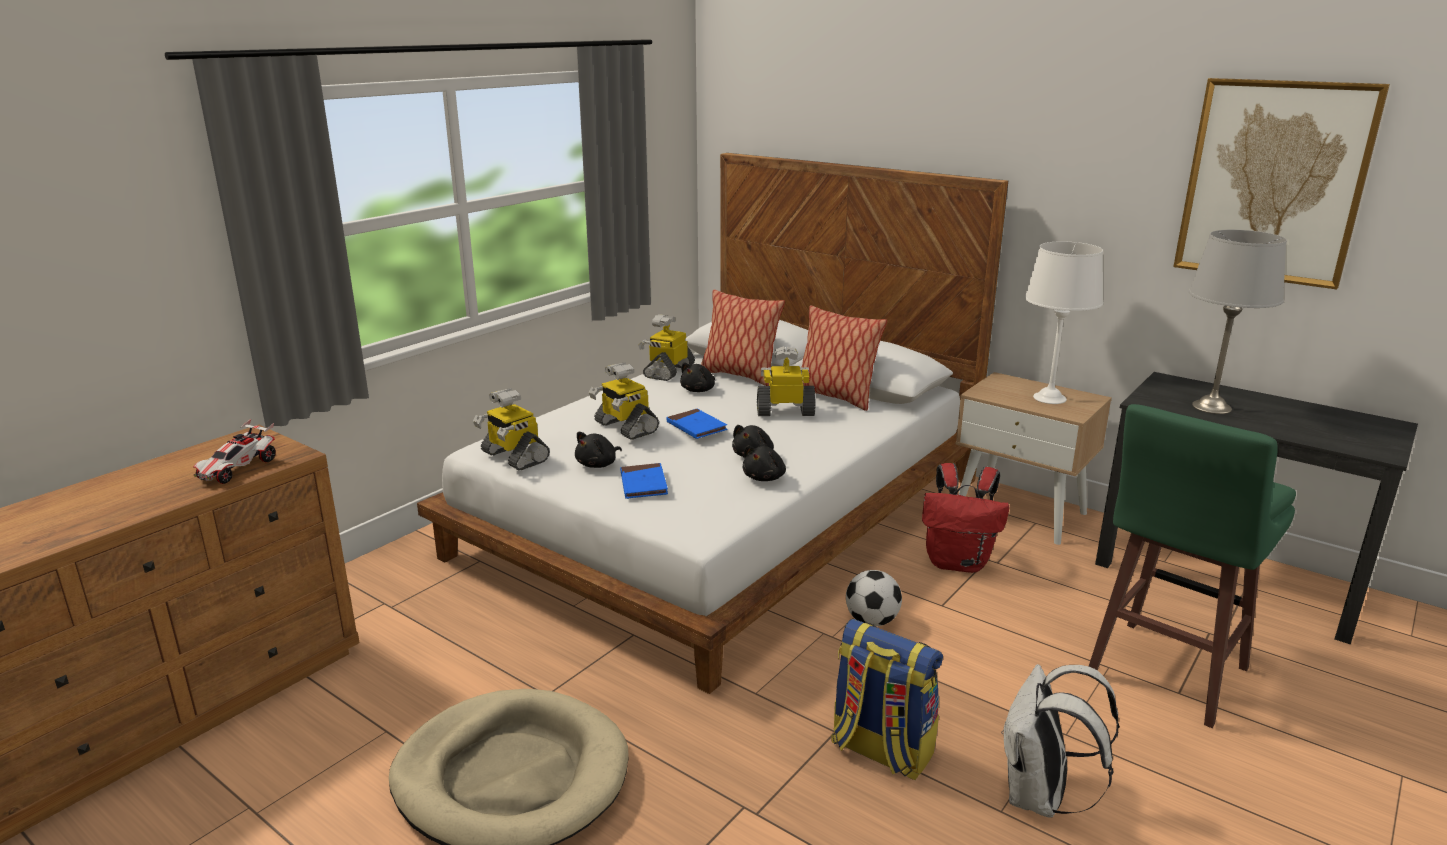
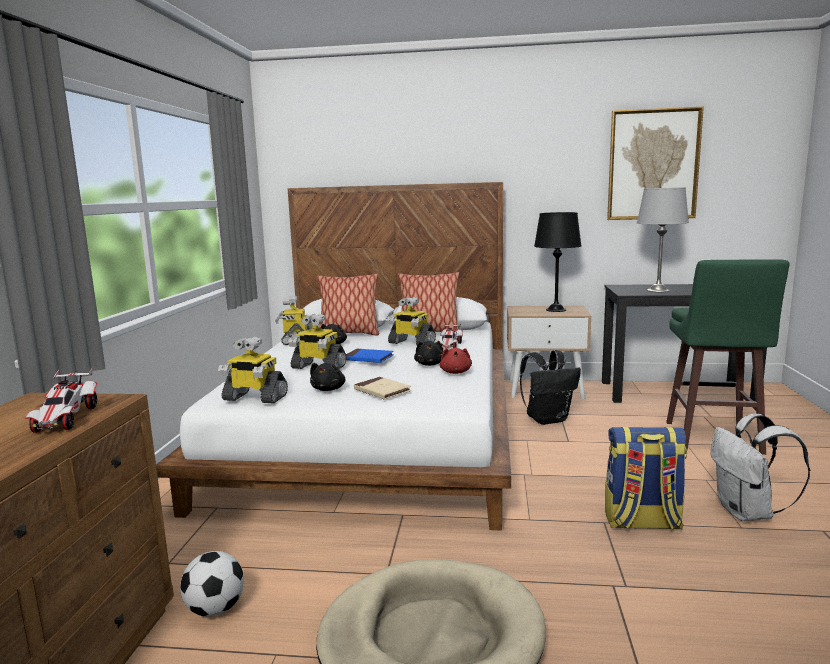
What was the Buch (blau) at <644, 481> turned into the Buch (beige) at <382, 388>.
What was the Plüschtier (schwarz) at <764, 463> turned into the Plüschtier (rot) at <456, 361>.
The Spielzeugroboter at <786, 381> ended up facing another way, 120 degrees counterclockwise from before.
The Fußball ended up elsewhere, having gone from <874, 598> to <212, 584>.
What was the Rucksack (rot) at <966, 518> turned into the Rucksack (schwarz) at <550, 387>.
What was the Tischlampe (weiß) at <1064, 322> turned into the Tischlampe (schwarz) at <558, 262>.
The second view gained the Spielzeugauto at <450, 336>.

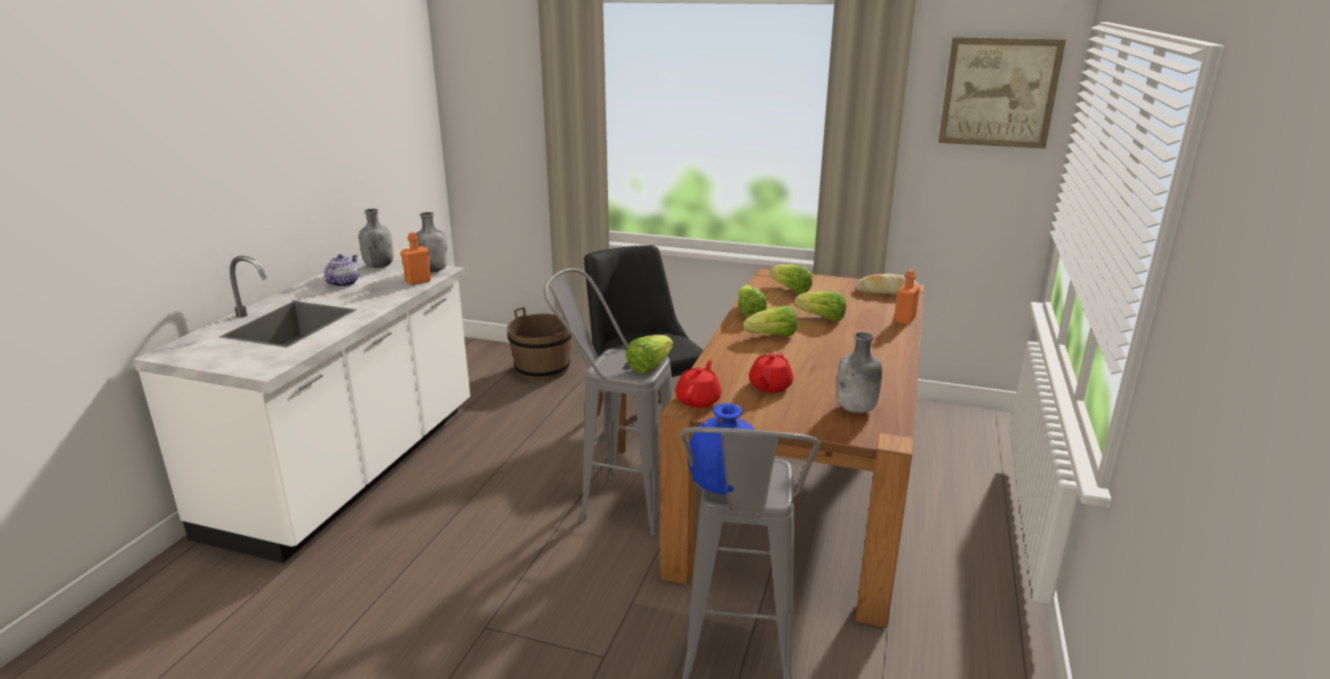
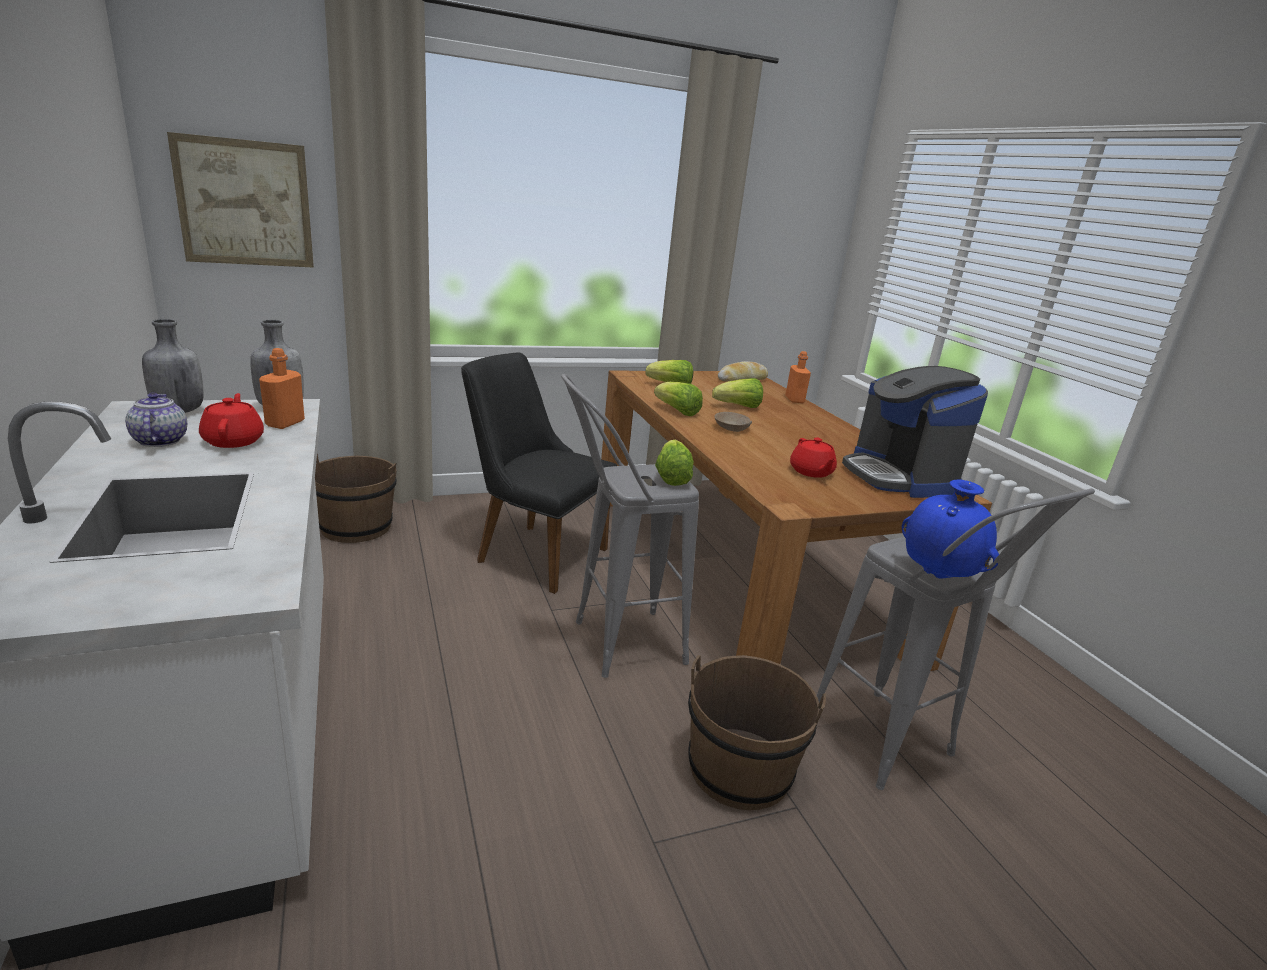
The Teekanne (rot) ended up elsewhere, having gone from <698, 384> to <231, 420>.
Where the Salatkopf stood at <770, 320>, the Schüssel (beige) came to stand at <733, 422>.
Where the Flasche (grau) stood at <859, 372>, the Kaffeemaschine came to stand at <915, 432>.
The Bild ended up elsewhere, having gone from <1002, 92> to <240, 199>.
The second view gained the Eimer (braun) at <757, 732>.

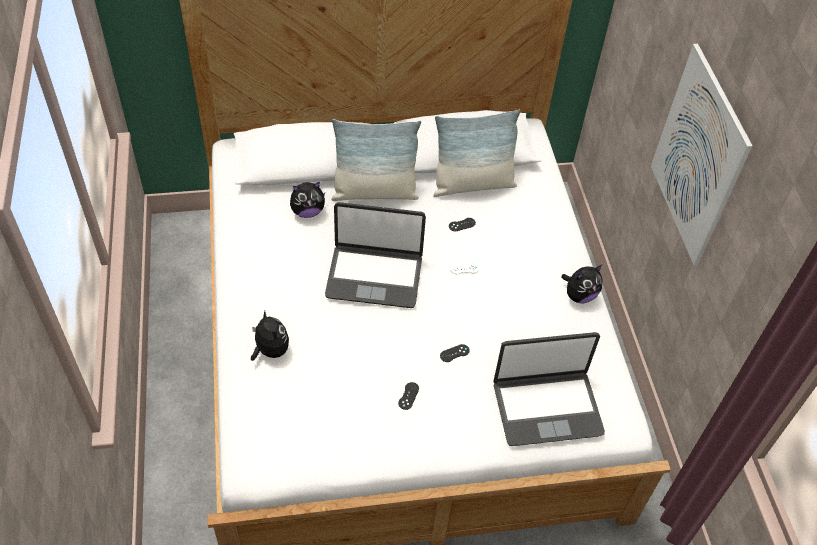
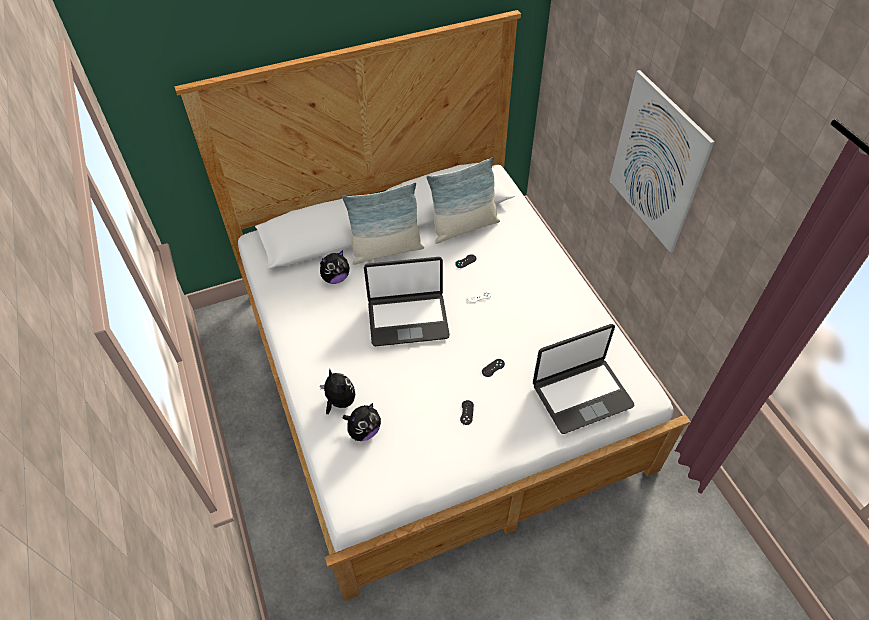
The Plüschtier ended up elsewhere, having gone from <582, 284> to <362, 422>.

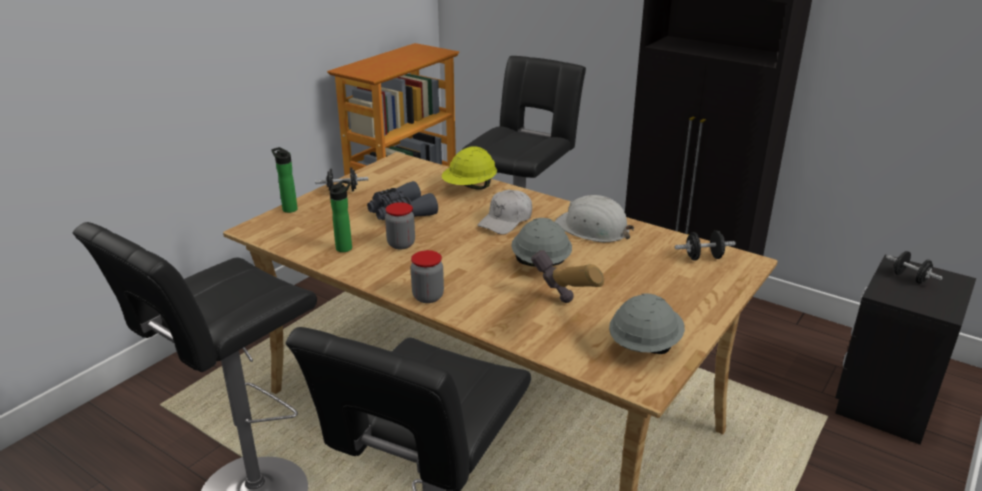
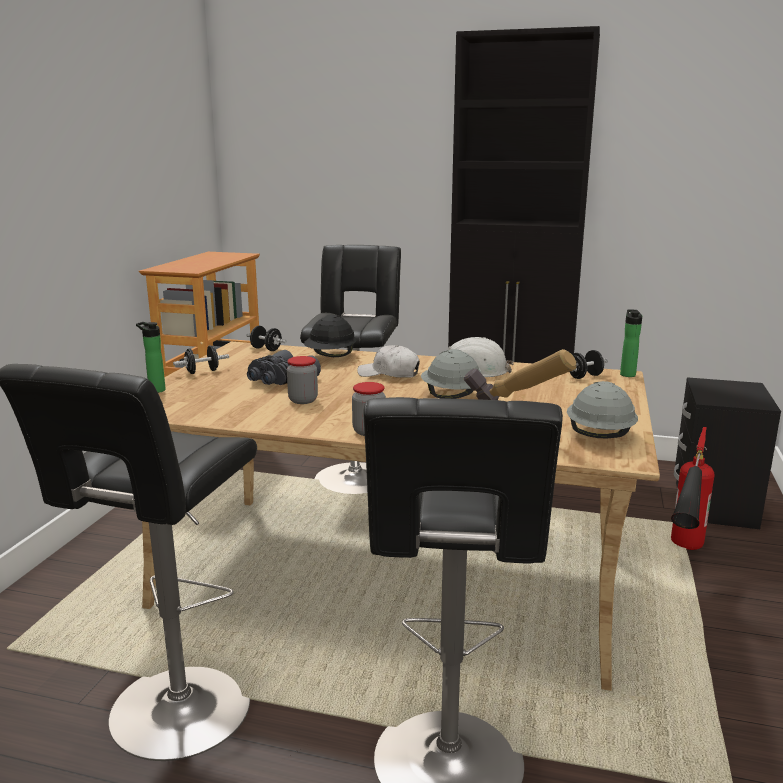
The Flasche ended up elsewhere, having gone from <341, 216> to <631, 343>.
What was the Schutzhelm (gelb) at <469, 167> turned into the Schutzhelm (schwarz) at <330, 336>.
The Kappe (weiß) at <504, 212> ended up facing another way, 90 degrees clockwise from before.
The Hantel (schwarz) ended up elsewhere, having gone from <914, 267> to <266, 338>.
The second view gained the Feuerlöscher at <692, 488>.

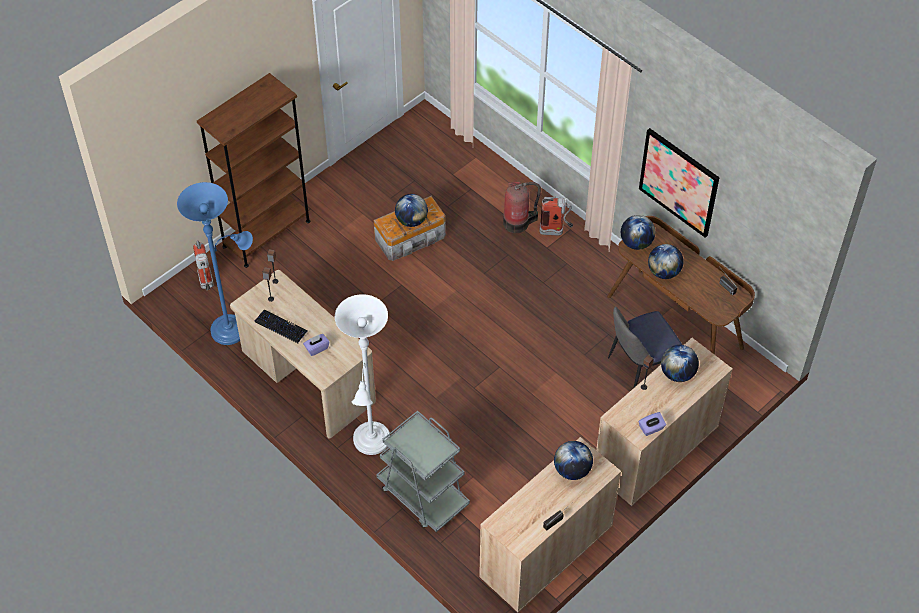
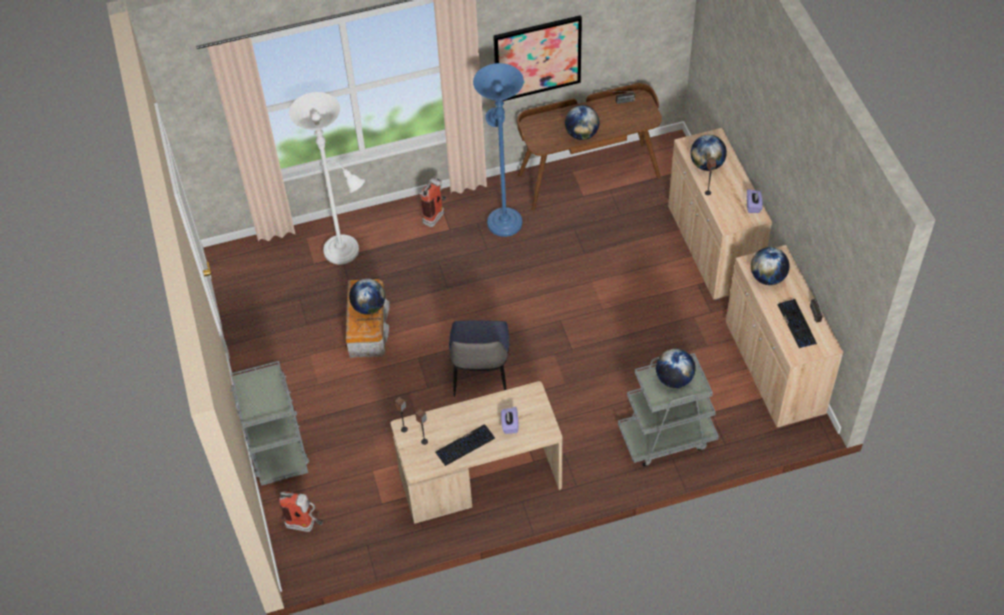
The Stehlampe (blau) ended up elsewhere, having gone from <215, 263> to <498, 150>.
Where the Bücherregal (braun) stood at <253, 170>, the Rollwagen (grau) came to stand at <270, 423>.
The Stehlampe (weiß) ended up elsewhere, having gone from <362, 374> to <327, 178>.
The second view lost the Feuerlöscher at <522, 207>.
The Stuhl ended up elsewhere, having gone from <645, 347> to <479, 358>.
The Globus ended up elsewhere, having gone from <638, 232> to <676, 368>.
The second view gained the Tastatur at <797, 323>.

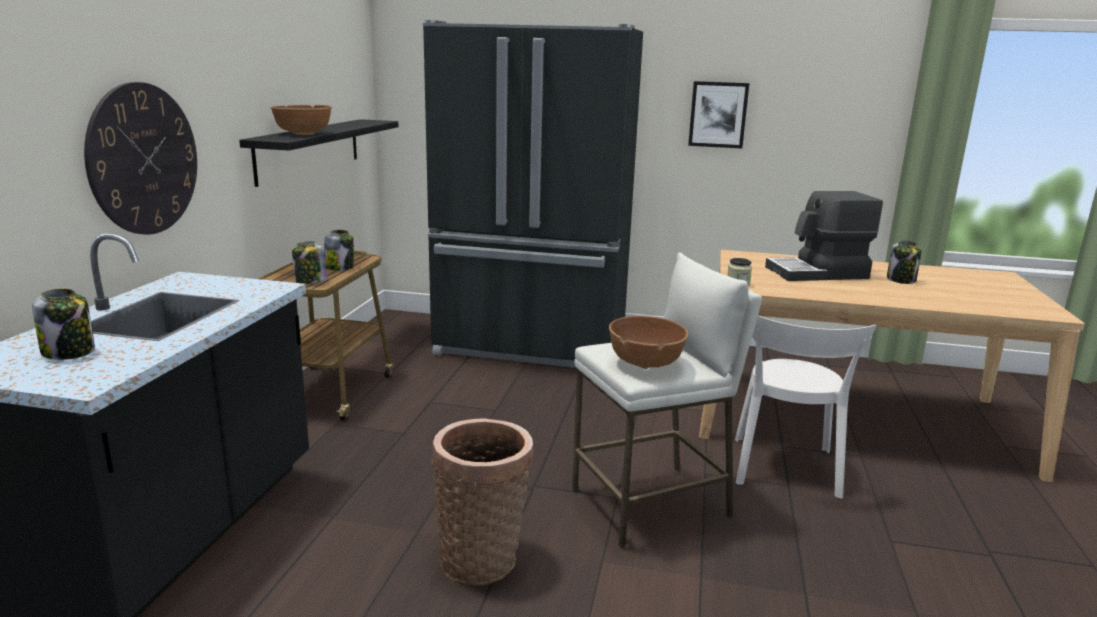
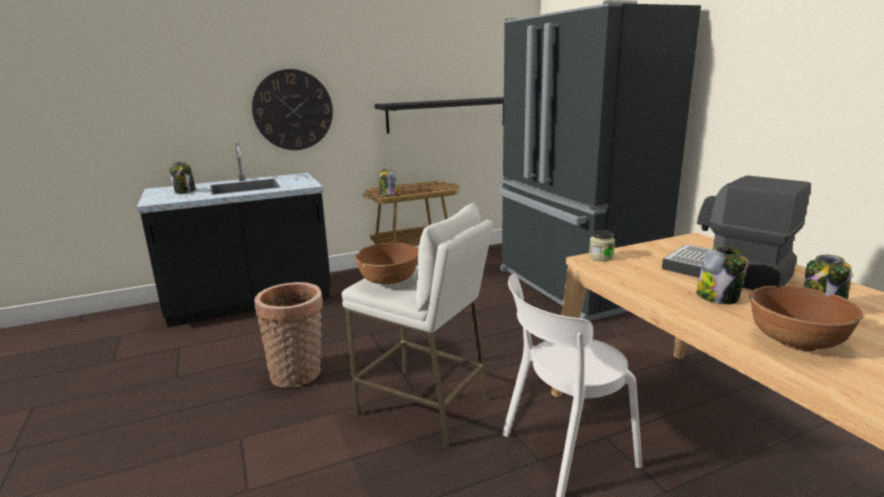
The Schüssel (braun) ended up elsewhere, having gone from <301, 120> to <806, 318>.
The Vorratsglas ended up elsewhere, having gone from <339, 250> to <722, 275>.
The second view lost the Bild at <718, 114>.

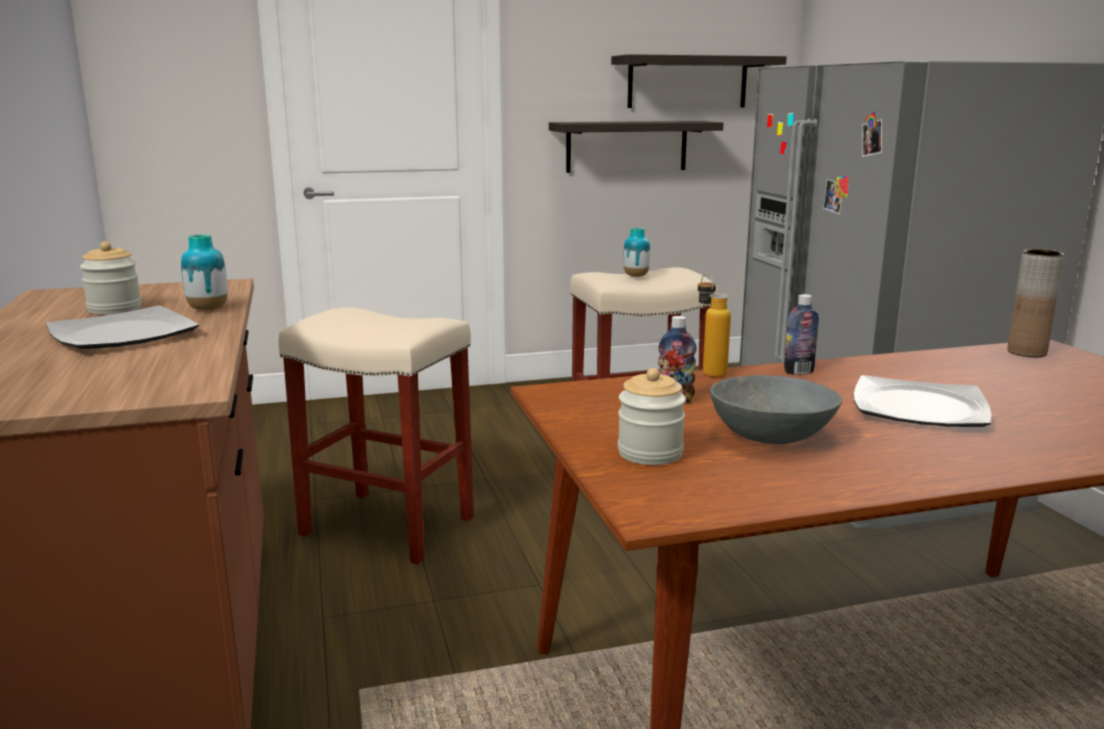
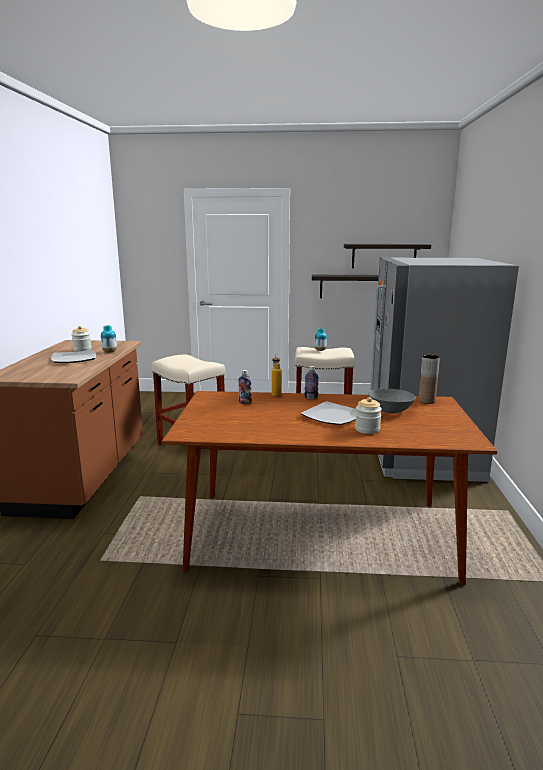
The Vorratsglas ended up elsewhere, having gone from <652, 416> to <368, 415>.
The Schüssel (grau) ended up elsewhere, having gone from <776, 409> to <392, 401>.

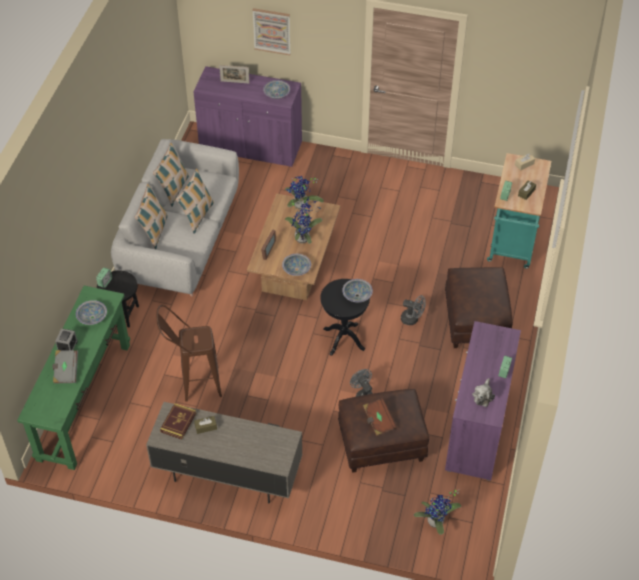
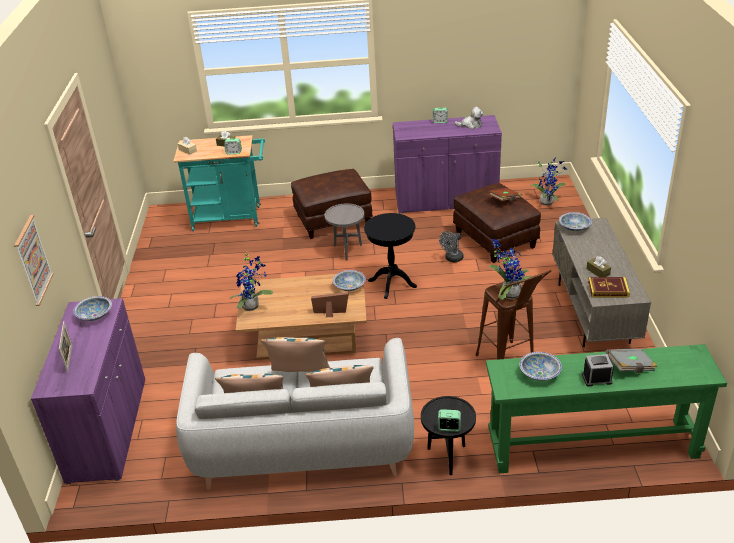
The Topfpflanze ended up elsewhere, having gone from <303, 220> to <510, 269>.
The Schüssel ended up elsewhere, having gone from <357, 290> to <575, 221>.
Where the Ventilator (grau) stood at <413, 310>, the Beistelltisch (grau) came to stand at <344, 232>.

